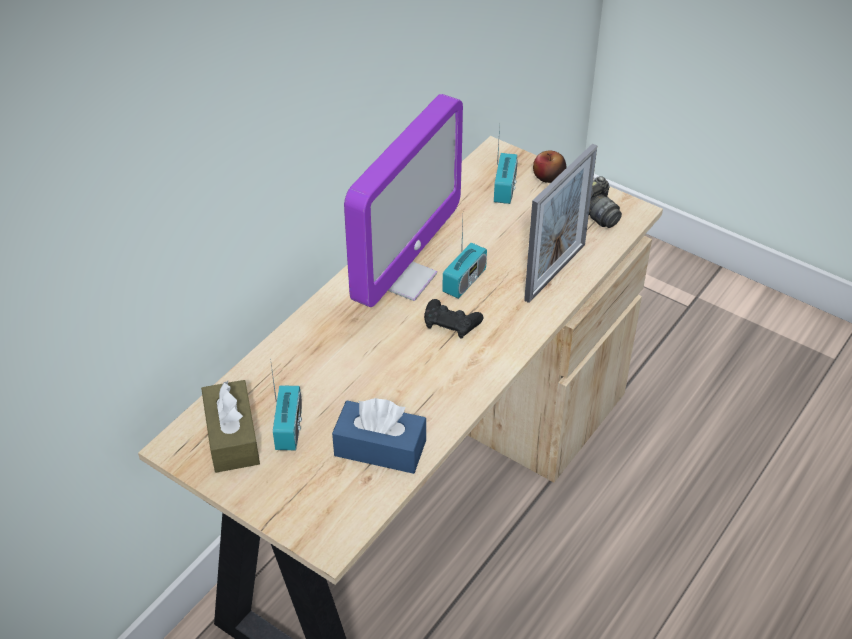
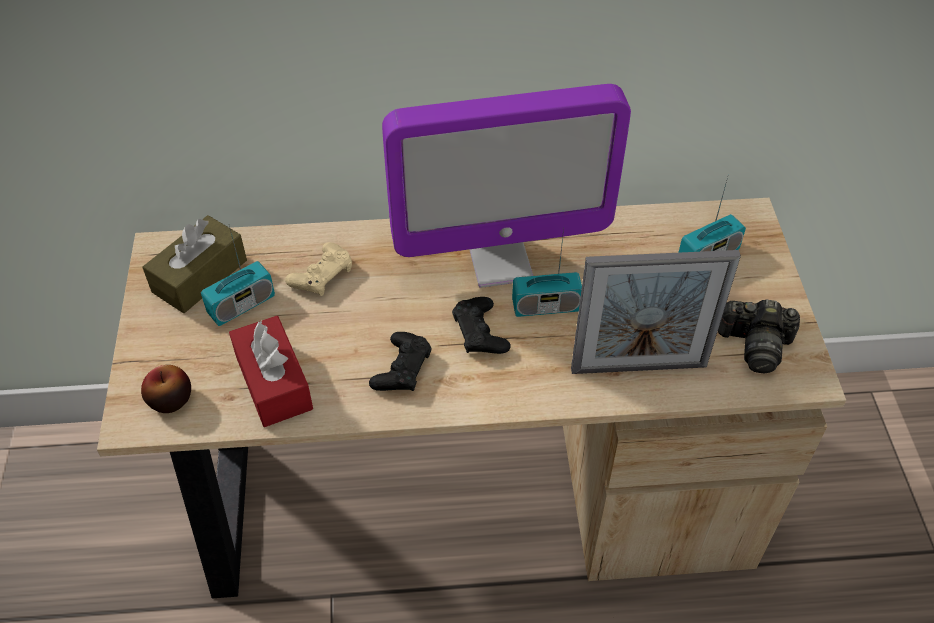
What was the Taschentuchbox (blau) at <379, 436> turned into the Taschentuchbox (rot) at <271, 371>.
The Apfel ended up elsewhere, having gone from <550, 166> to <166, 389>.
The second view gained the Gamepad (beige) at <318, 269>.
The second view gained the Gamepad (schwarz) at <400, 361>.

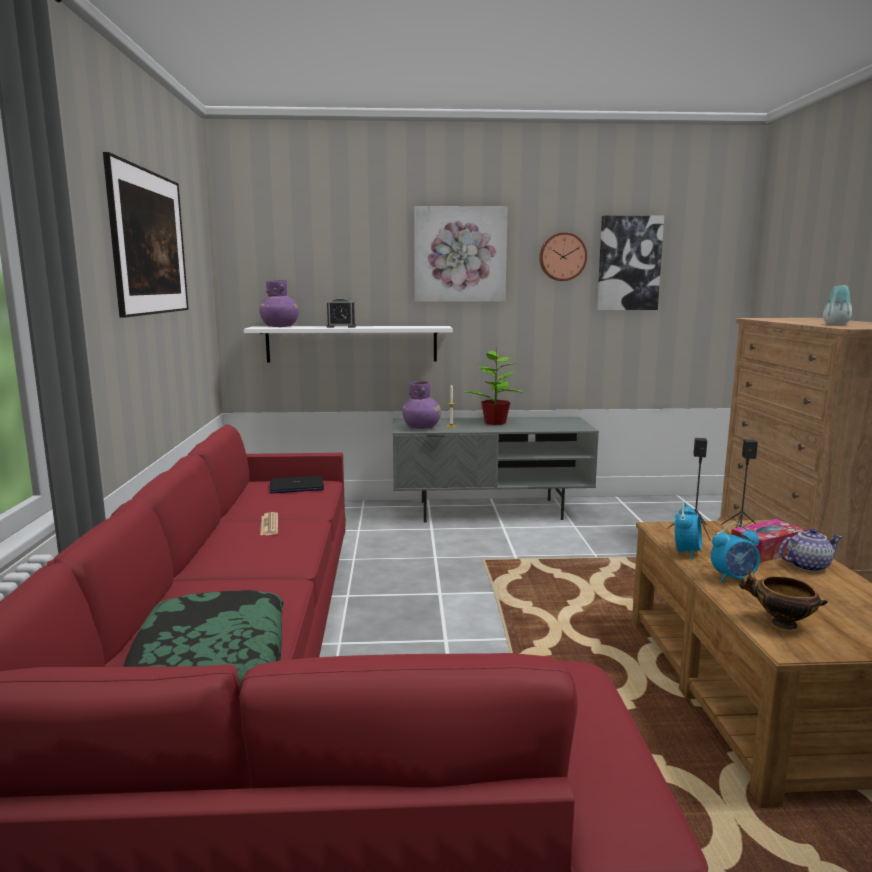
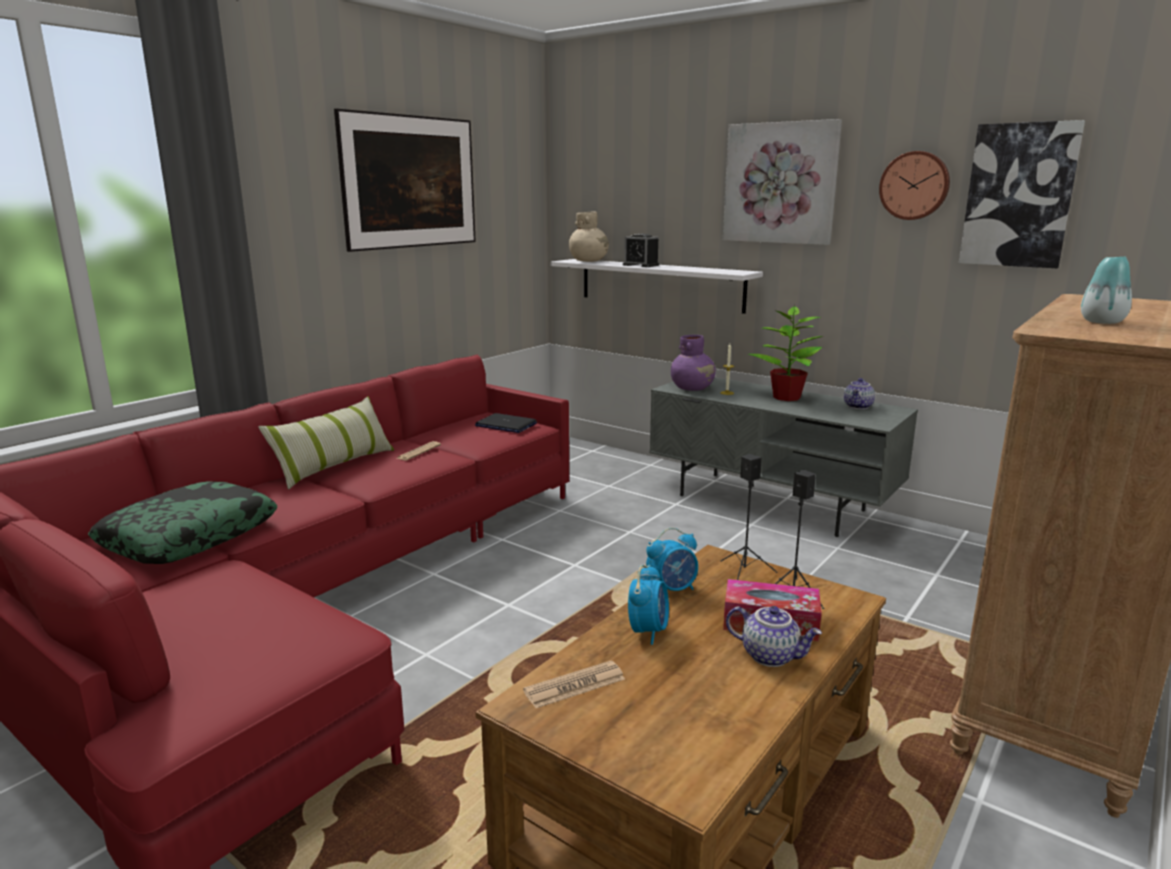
What was the Vase (lila) at <279, 303> turned into the Vase (beige) at <589, 237>.
The Wecker at <735, 553> ended up facing another way, 105 degrees counterclockwise from before.
Where the Schüssel stood at <783, 600>, the Zeitung came to stand at <574, 684>.
The second view gained the Kissen at <326, 443>.
The second view gained the Teekanne at <859, 393>.

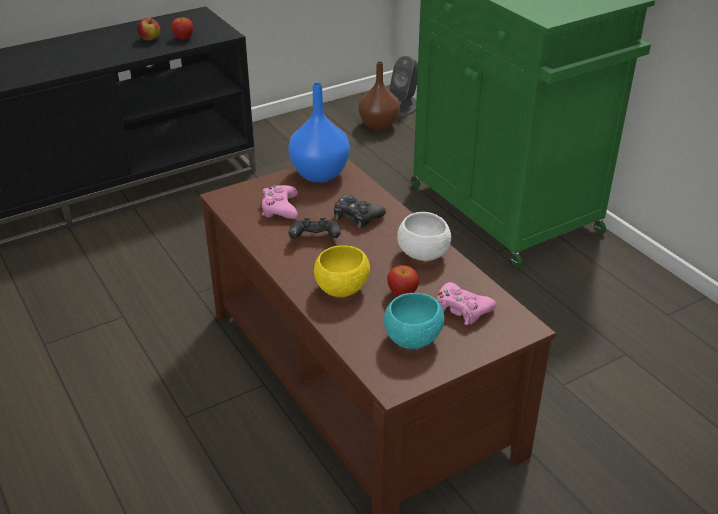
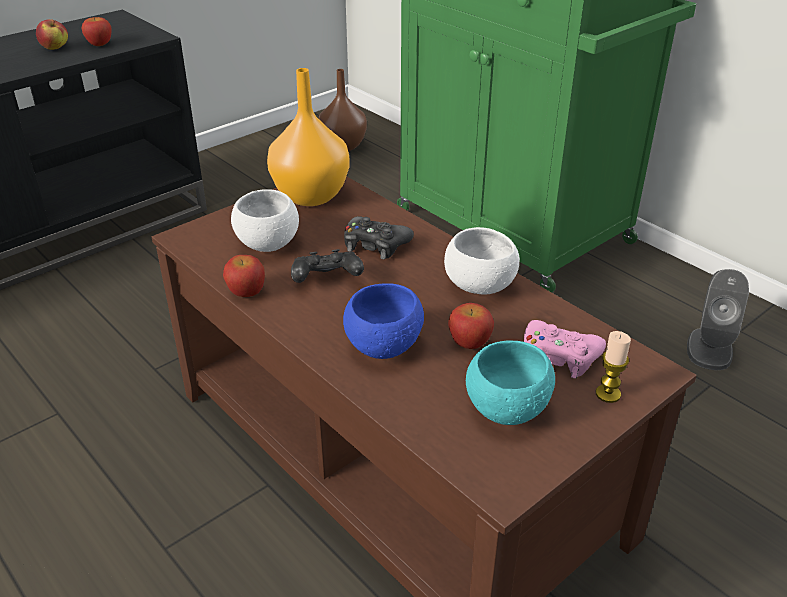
Where the Gamepad (rosa) stood at <280, 202>, the Schüssel (weiß) came to stand at <265, 220>.
What was the Vase (blau) at <319, 132> turned into the Vase (orange) at <308, 137>.
What was the Schüssel (gelb) at <342, 271> turned into the Schüssel (blau) at <383, 321>.
The Lautsprecher (grau) ended up elsewhere, having gone from <404, 86> to <718, 319>.
The second view gained the Apfel at <244, 276>.
The second view gained the Kerze at <613, 367>.

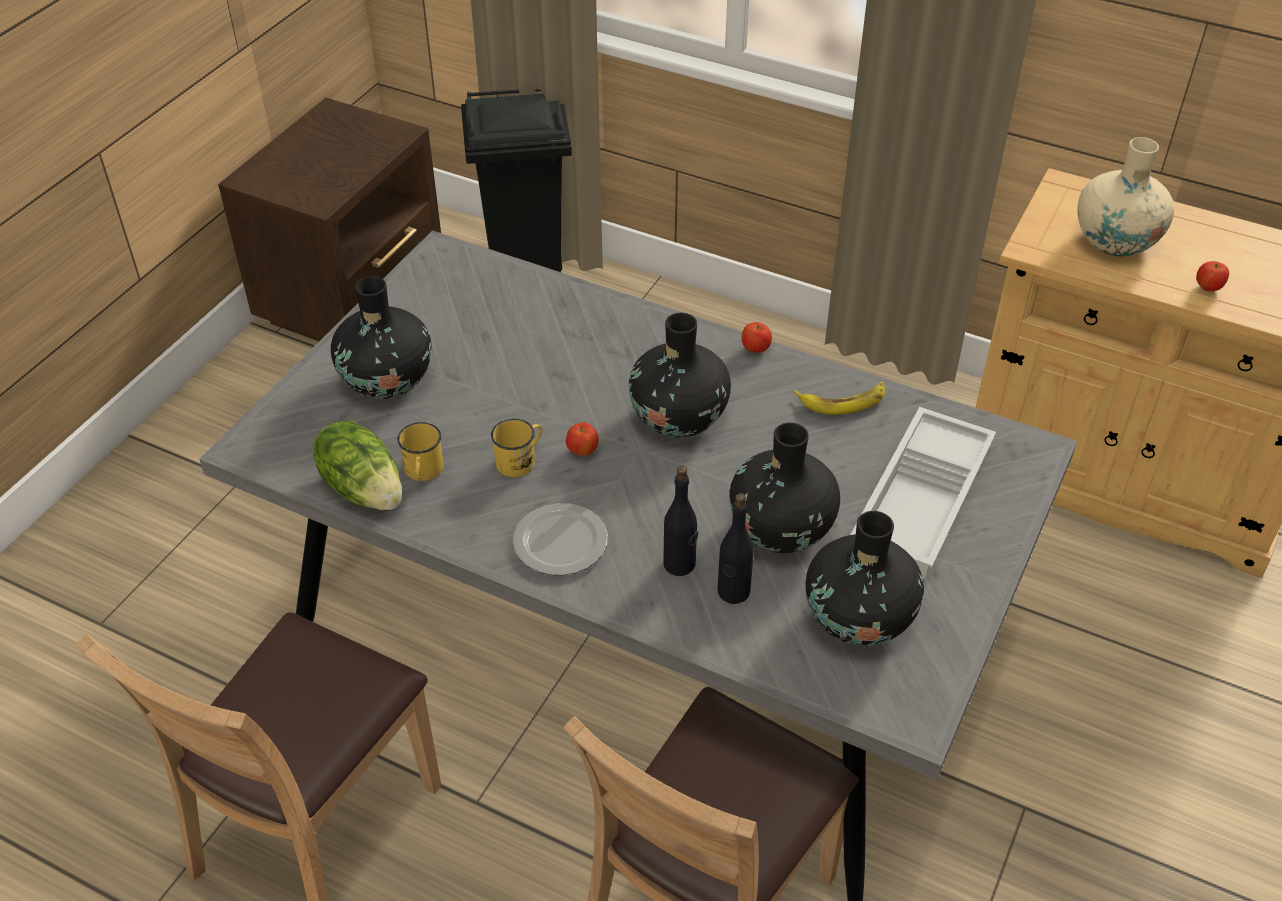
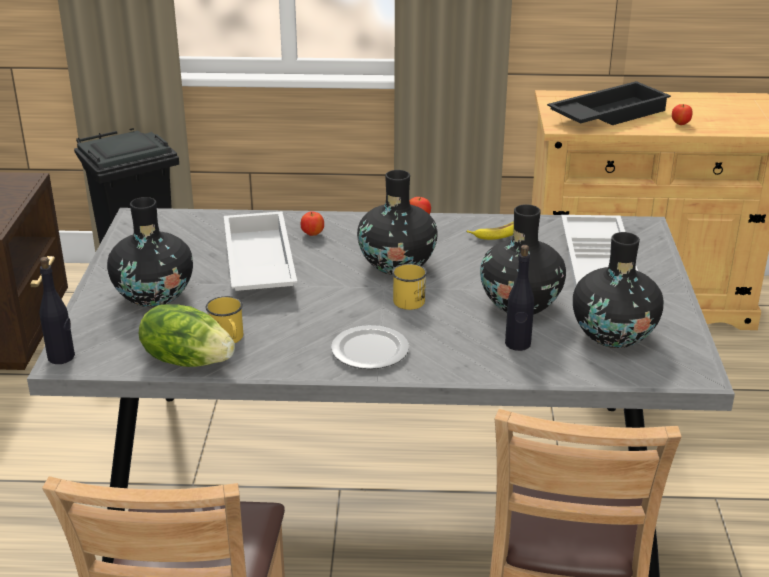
The Henkelbecher (gelb) ended up elsewhere, having gone from <516, 448> to <409, 286>.
The Apfel ended up elsewhere, having gone from <582, 439> to <312, 223>.
The Flasche (schwarz) ended up elsewhere, having gone from <680, 521> to <57, 310>.
Where the Vase (beige) stood at <1125, 197>, the Tablett (schwarz) came to stand at <609, 103>.
The second view gained the Tablett (weiß) at <260, 251>.

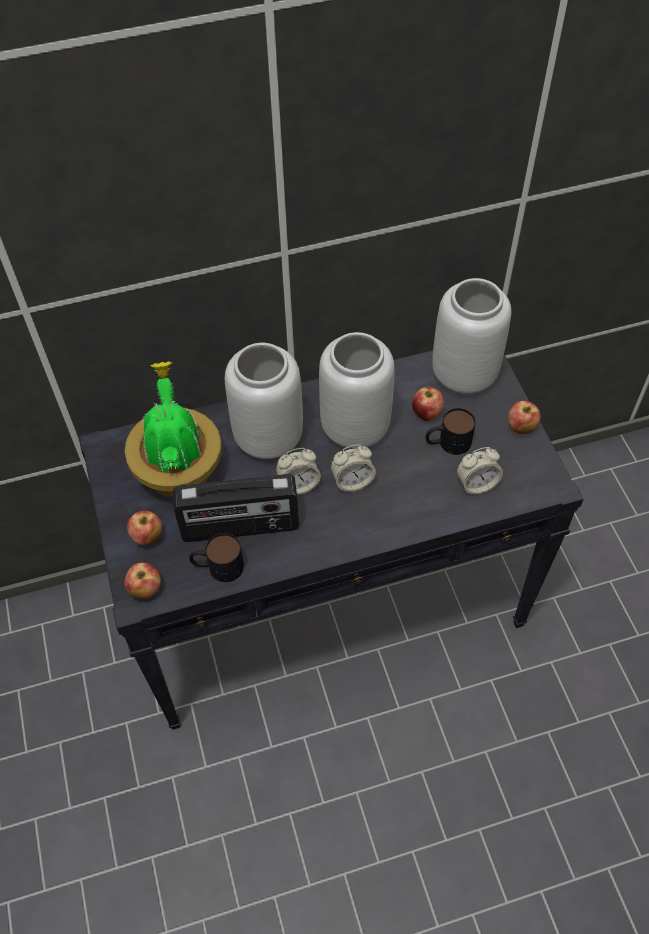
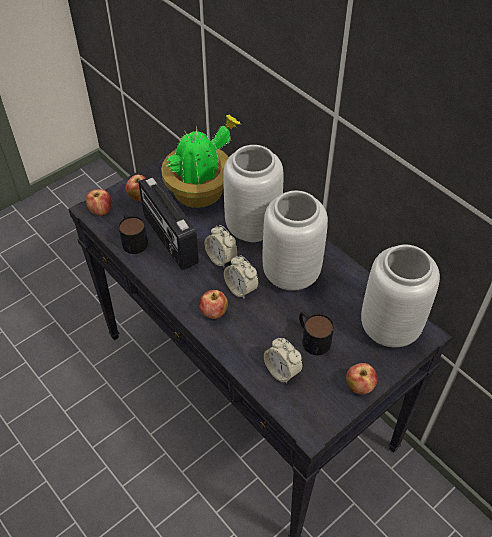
The Apfel ended up elsewhere, having gone from <428, 404> to <213, 304>.

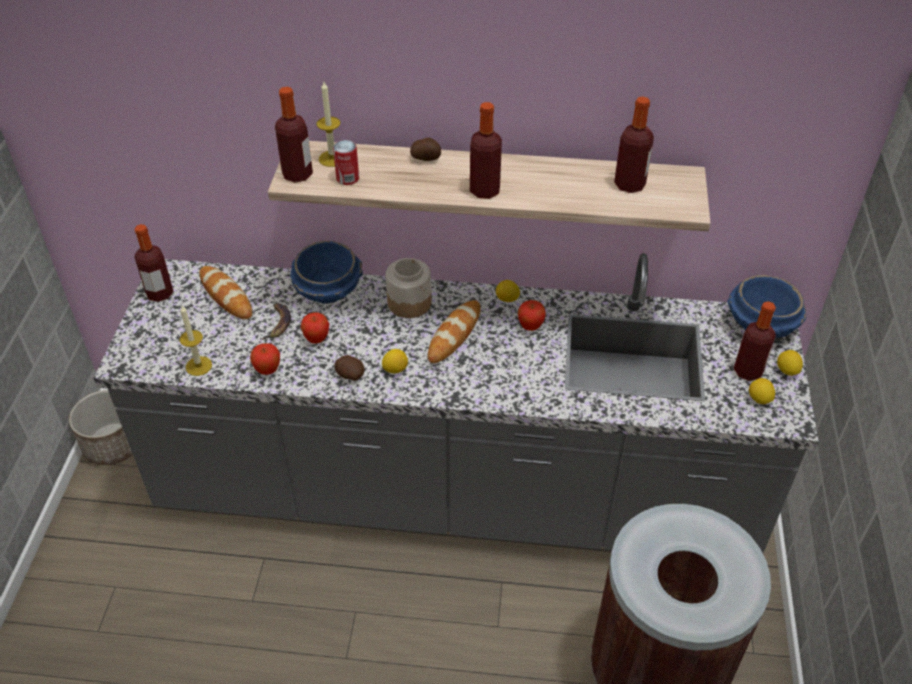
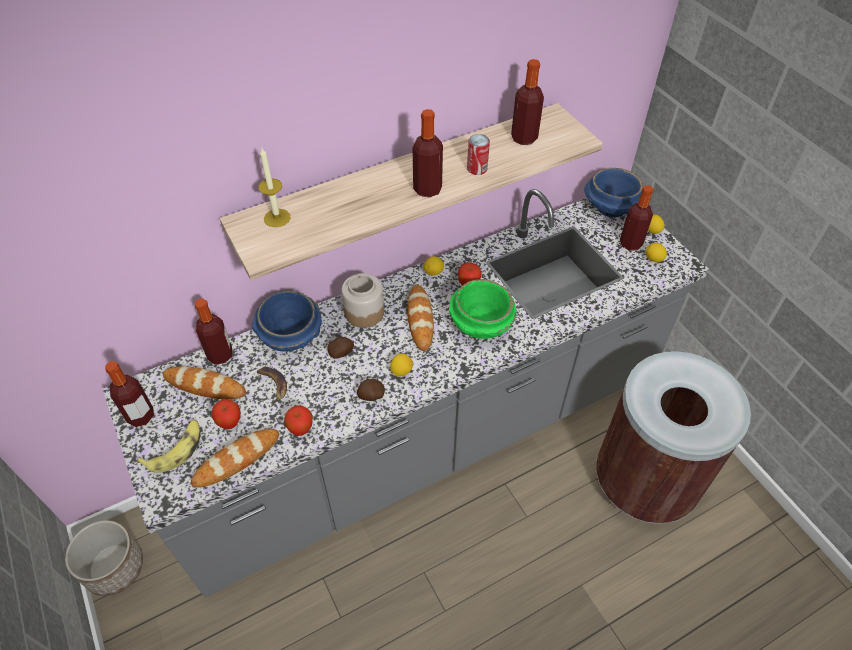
Where the Kerze stood at <196, 341>, the Brot came to stand at <235, 458>.
The Flasche ended up elsewhere, having gone from <294, 135> to <213, 331>.
The Apfel ended up elsewhere, having gone from <315, 327> to <226, 414>.
The Dose ended up elsewhere, having gone from <346, 162> to <478, 154>.
The Kartoffel ended up elsewhere, having gone from <425, 149> to <340, 347>.
The second view gained the Banane at <168, 446>.
The second view gained the Schüssel (grün) at <482, 309>.

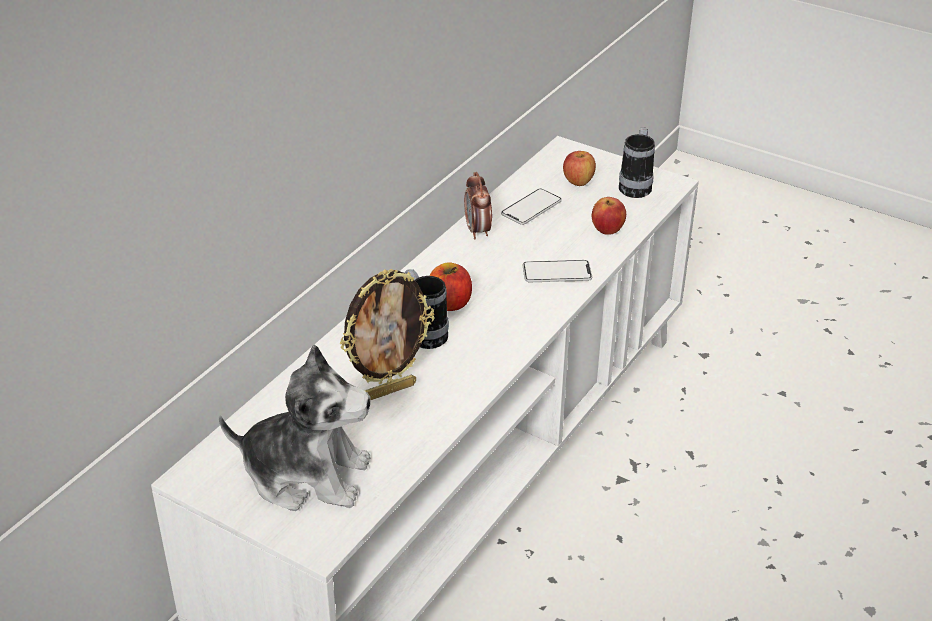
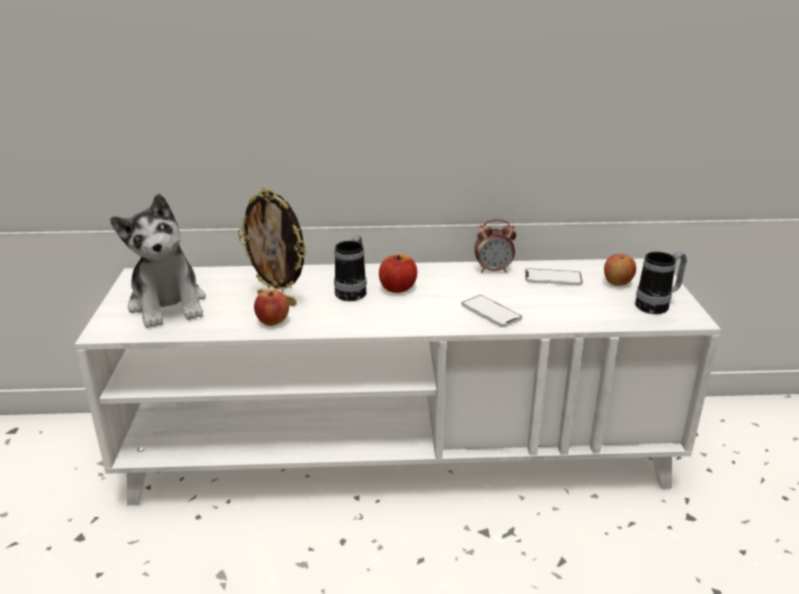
The Wecker at <478, 205> ended up facing another way, 135 degrees counterclockwise from before.
The Apfel ended up elsewhere, having gone from <609, 216> to <271, 308>.

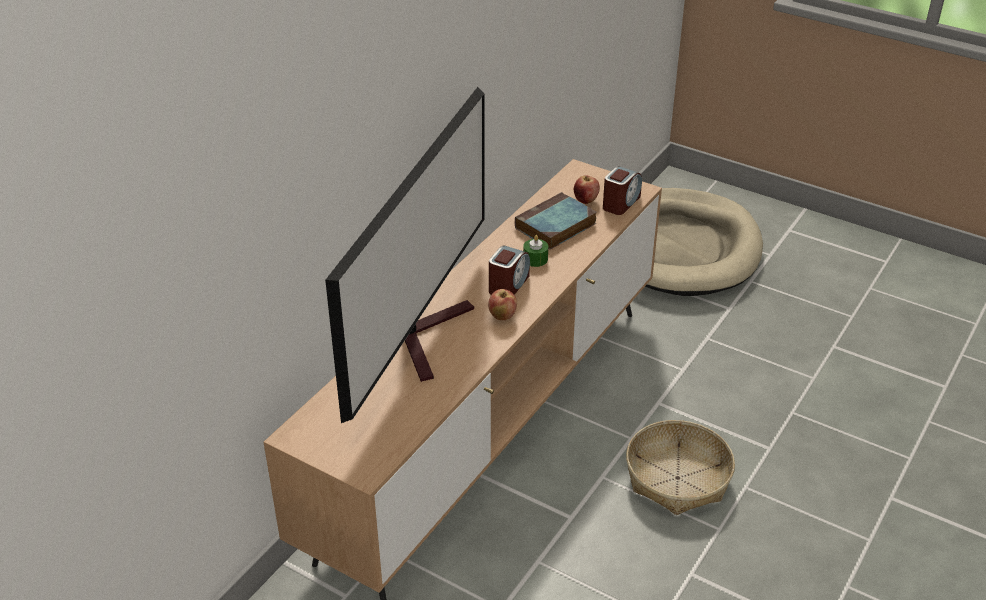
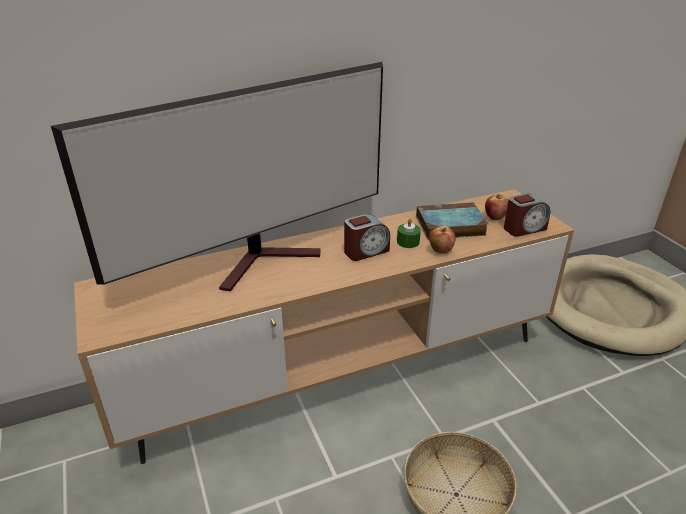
The Apfel ended up elsewhere, having gone from <502, 304> to <442, 240>.

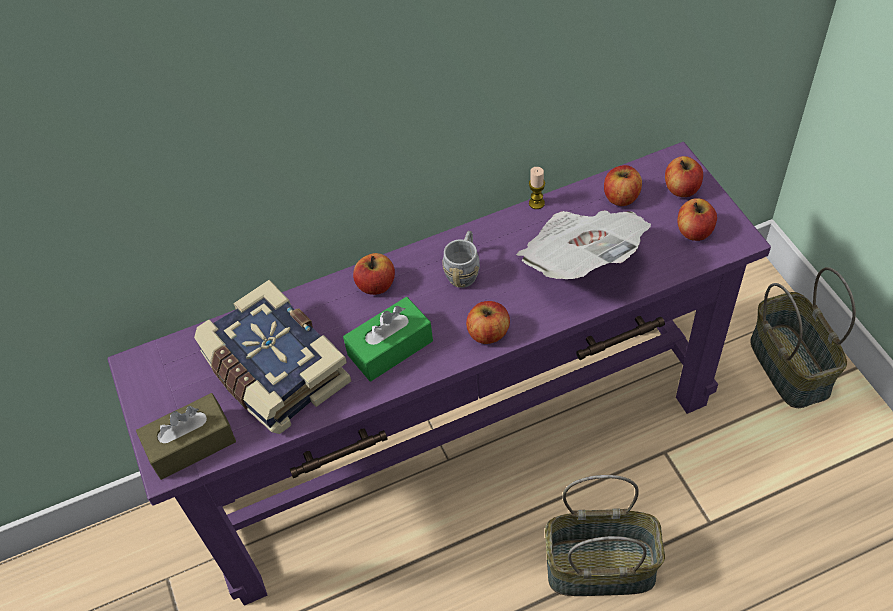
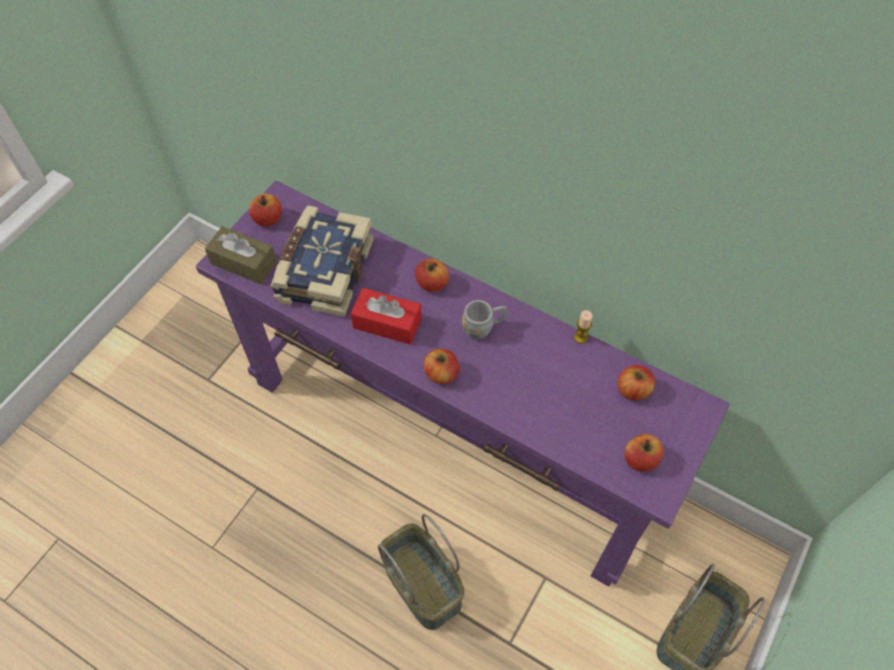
What was the Taschentuchbox (grün) at <388, 339> turned into the Taschentuchbox (rot) at <386, 316>.
The second view lost the Zeitung at <583, 244>.
The Apfel ended up elsewhere, having gone from <684, 176> to <265, 209>.

